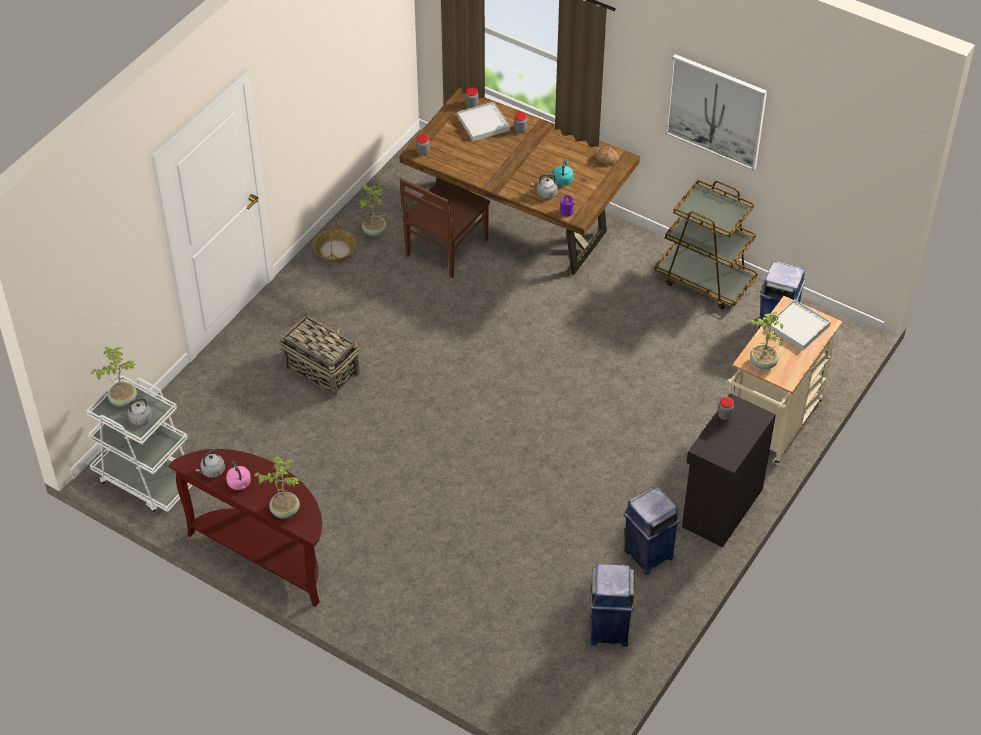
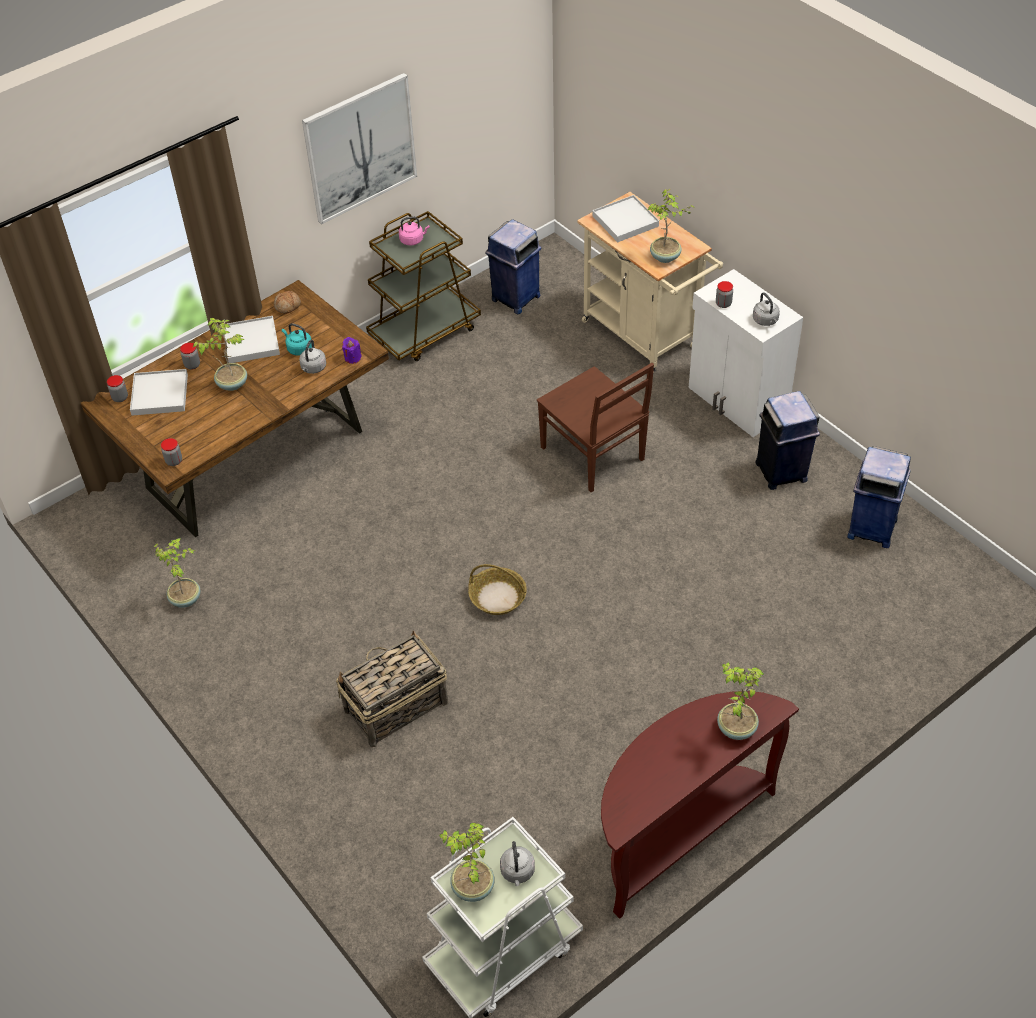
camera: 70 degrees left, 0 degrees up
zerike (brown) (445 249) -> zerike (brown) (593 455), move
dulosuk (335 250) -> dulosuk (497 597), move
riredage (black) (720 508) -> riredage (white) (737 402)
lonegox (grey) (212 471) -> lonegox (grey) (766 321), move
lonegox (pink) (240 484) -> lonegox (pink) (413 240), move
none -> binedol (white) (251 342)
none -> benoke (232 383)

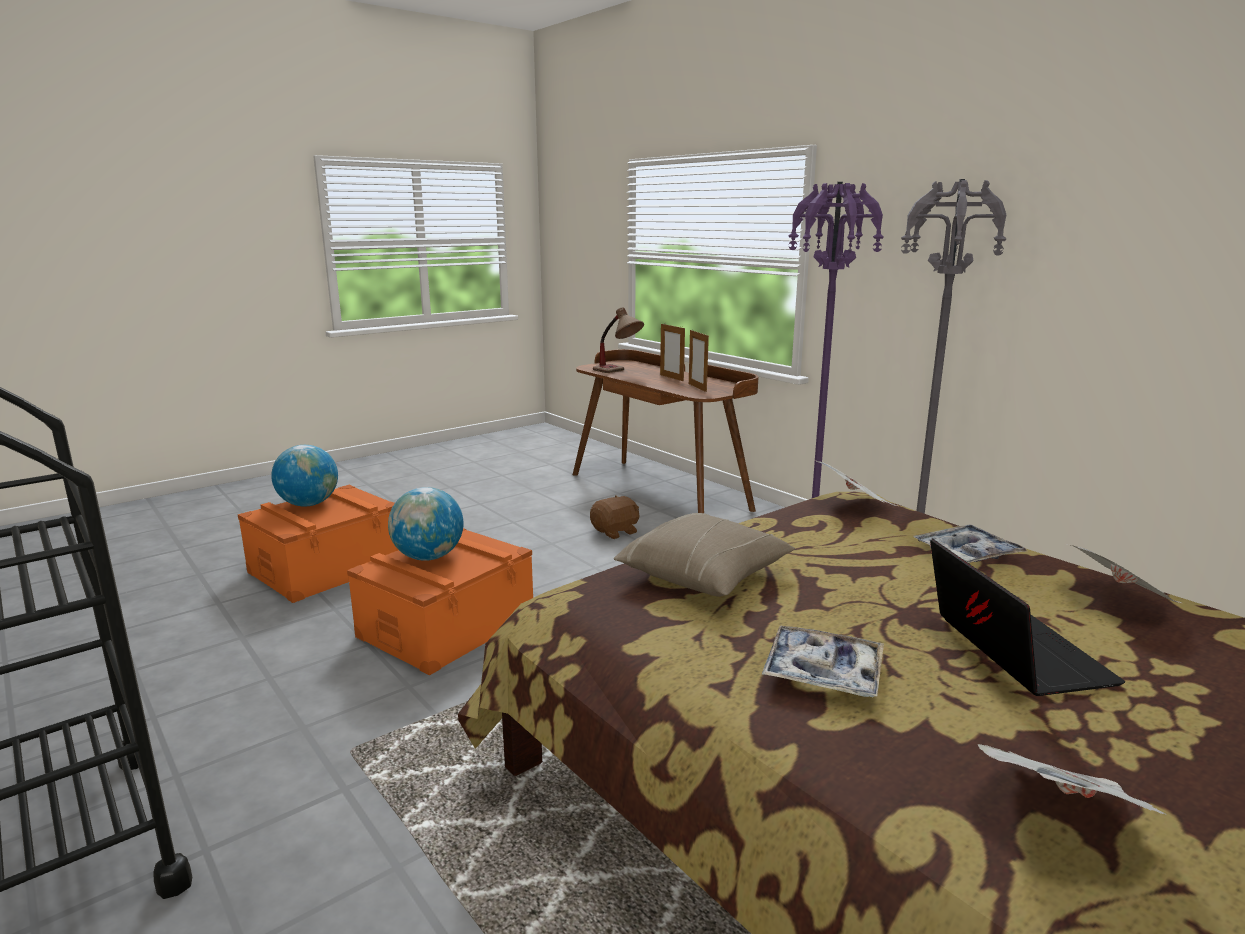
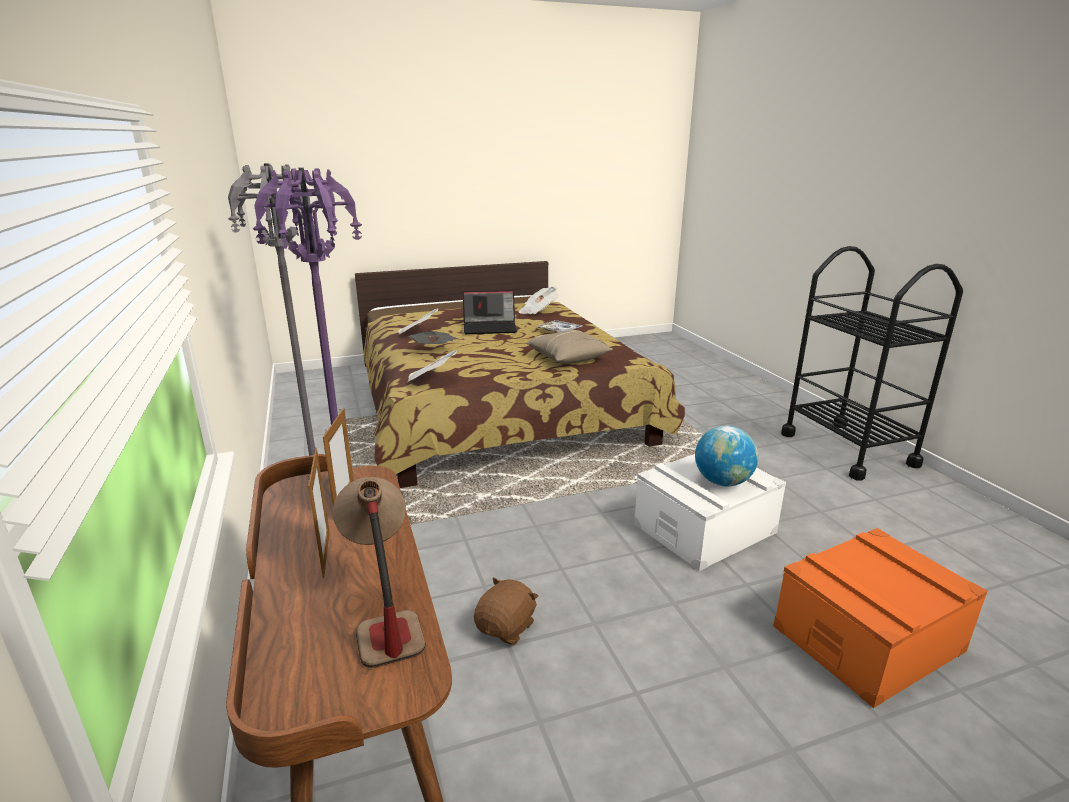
camera: 160 degrees left, 5 degrees up
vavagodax (309 504) -> none
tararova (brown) (615 532) -> tararova (brown) (506 628), 135 degrees clockwise
binedol (967 553) -> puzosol (433 350)
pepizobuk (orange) (447 626) -> pepizobuk (white) (704 528)
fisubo (1010 651) -> fisubo (490 328), 105 degrees counterclockwise

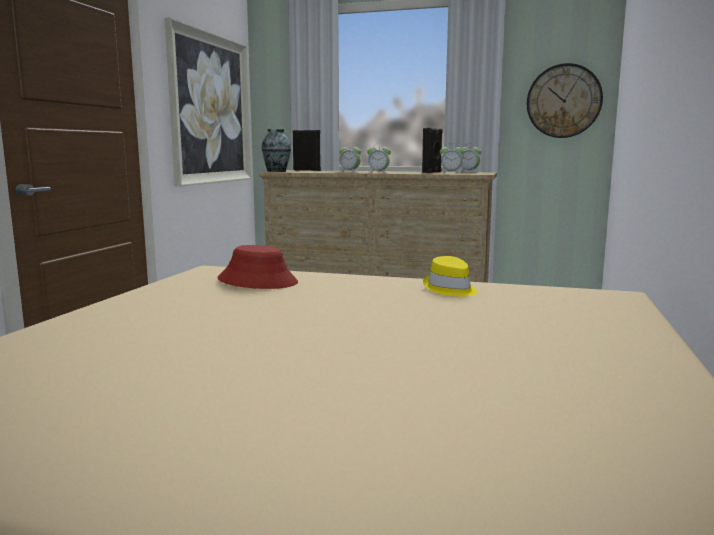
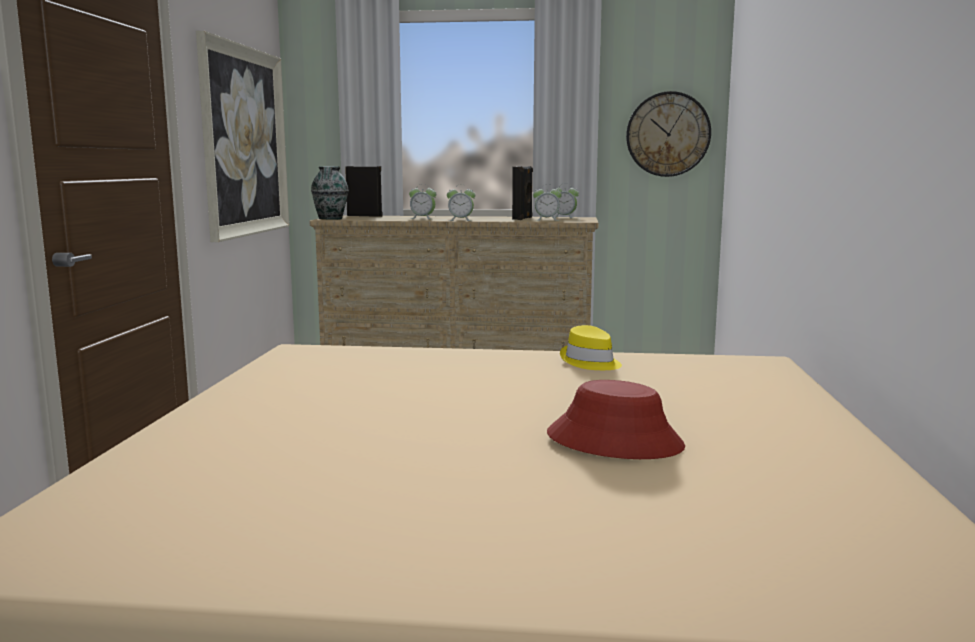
camera: 10 degrees left, 0 degrees up
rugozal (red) (258 281) -> rugozal (red) (614 441), move

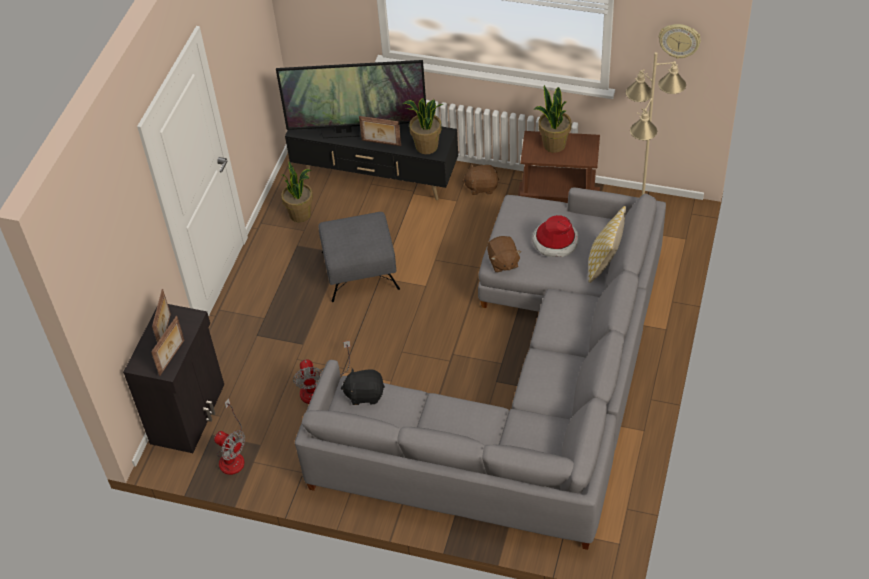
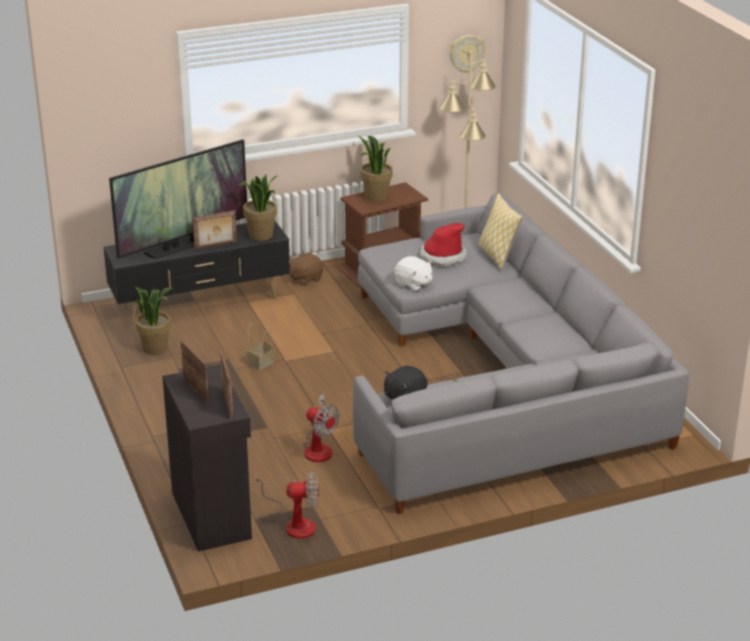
camera: 40 degrees left, 20 degrees down
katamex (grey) (361 270) -> dulosuk (261 362)
tararova (brown) (503 262) -> tararova (white) (413 284)

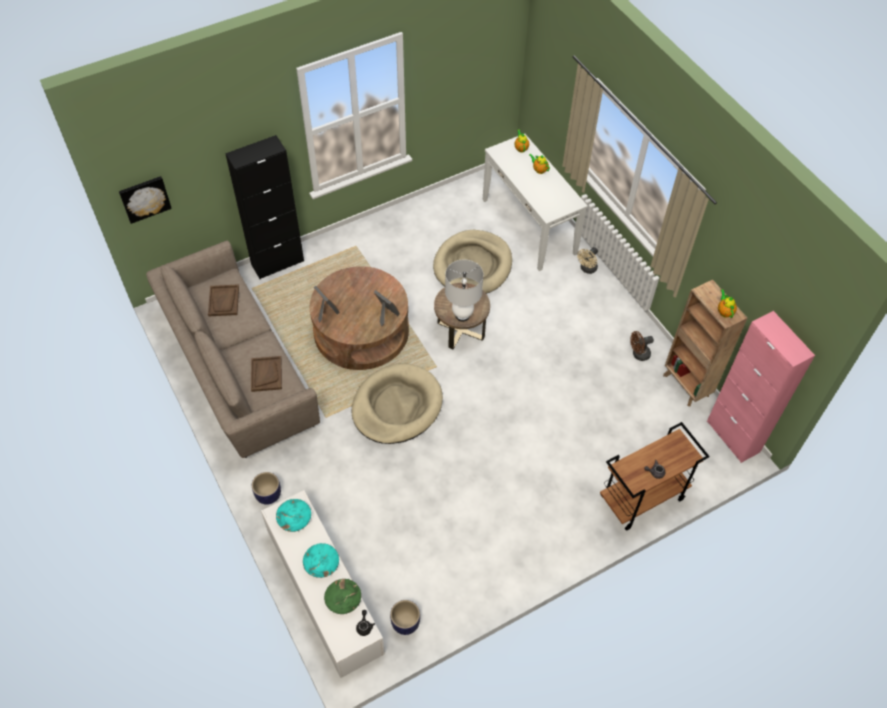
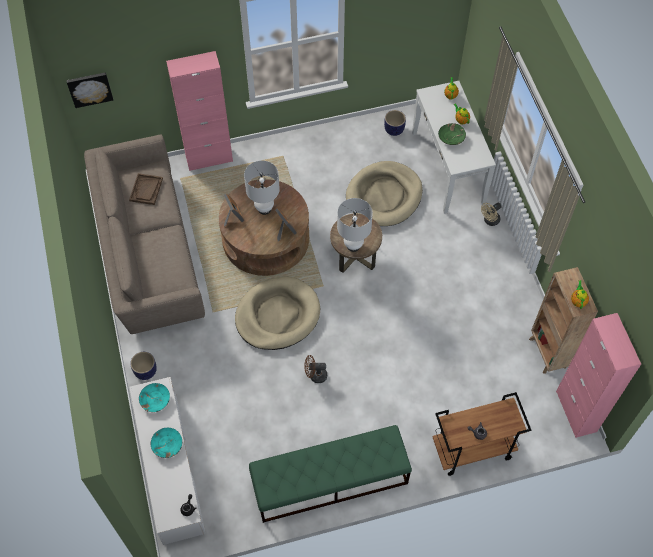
camera: 15 degrees right, 5 degrees up
riredage (black) (277 263) -> riredage (pink) (209 158)
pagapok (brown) (638 354) -> pagapok (brown) (315 375), move
binedol (brown) (266 374) -> none
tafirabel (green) (343 599) -> tafirabel (green) (451 138), move
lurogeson (406 623) -> lurogeson (394 130), move
none -> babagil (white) (264 209)
none -> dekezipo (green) (329 481)

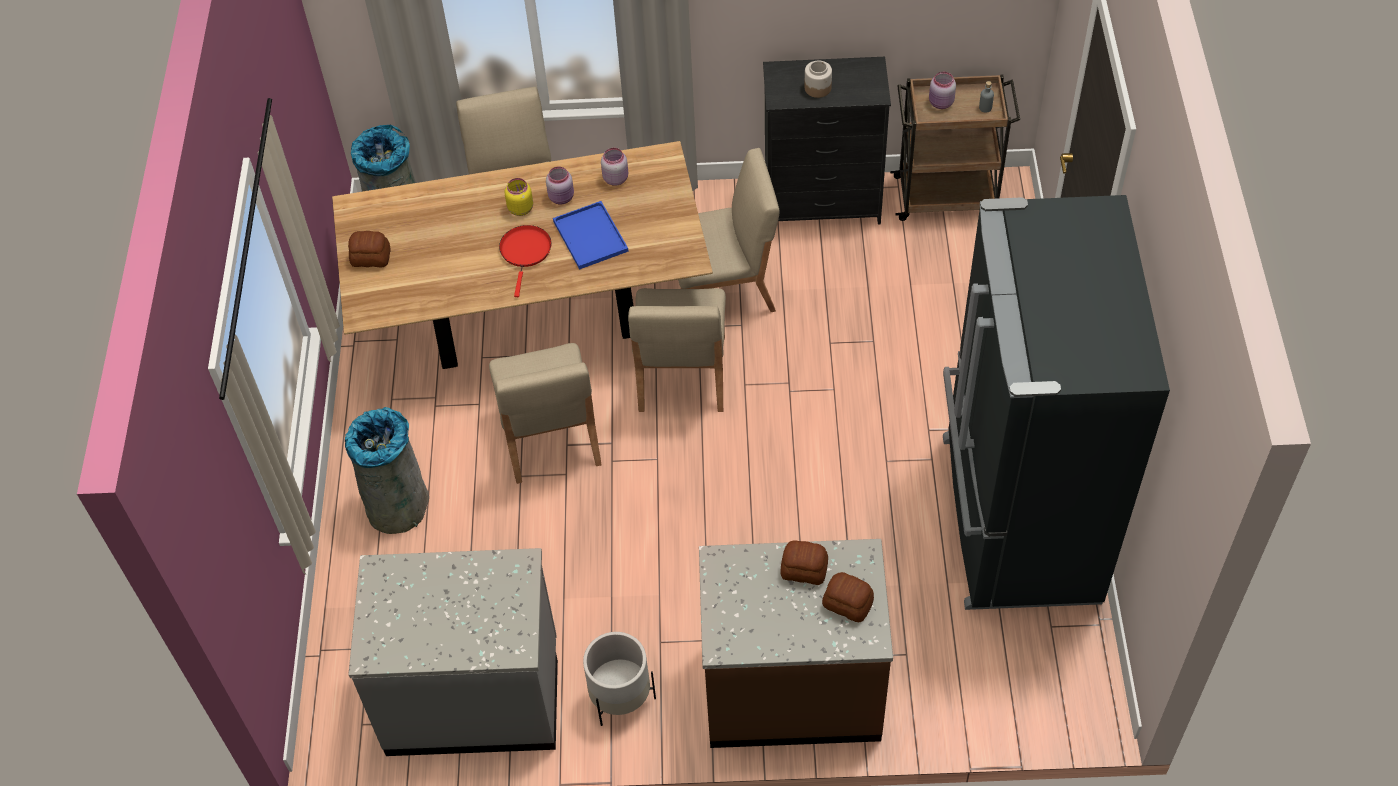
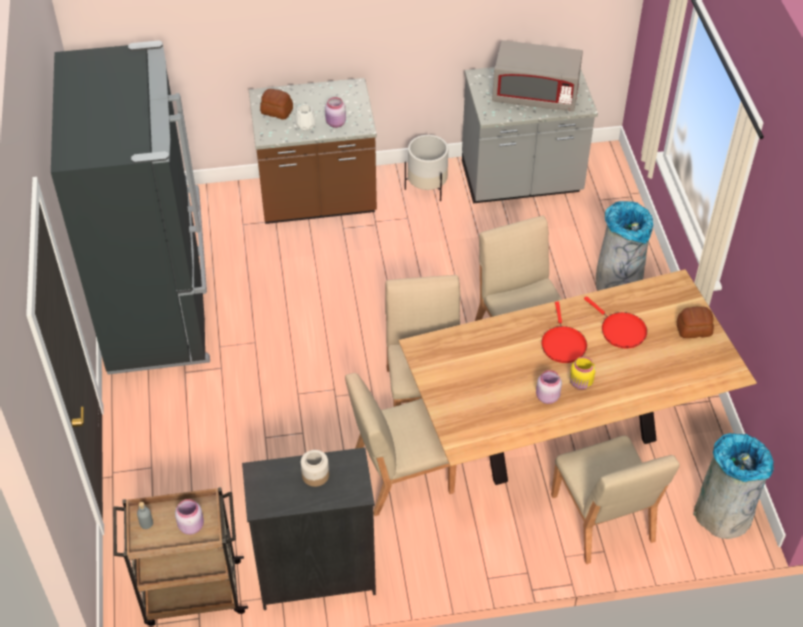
camera: 170 degrees right, 5 degrees down
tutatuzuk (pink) (615 178) -> tutatuzuk (pink) (336 123), move
binedol (blue) (592 237) -> none
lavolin (804 570) -> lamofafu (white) (305 125)
none -> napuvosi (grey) (535 96)
none -> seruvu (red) (620 330)

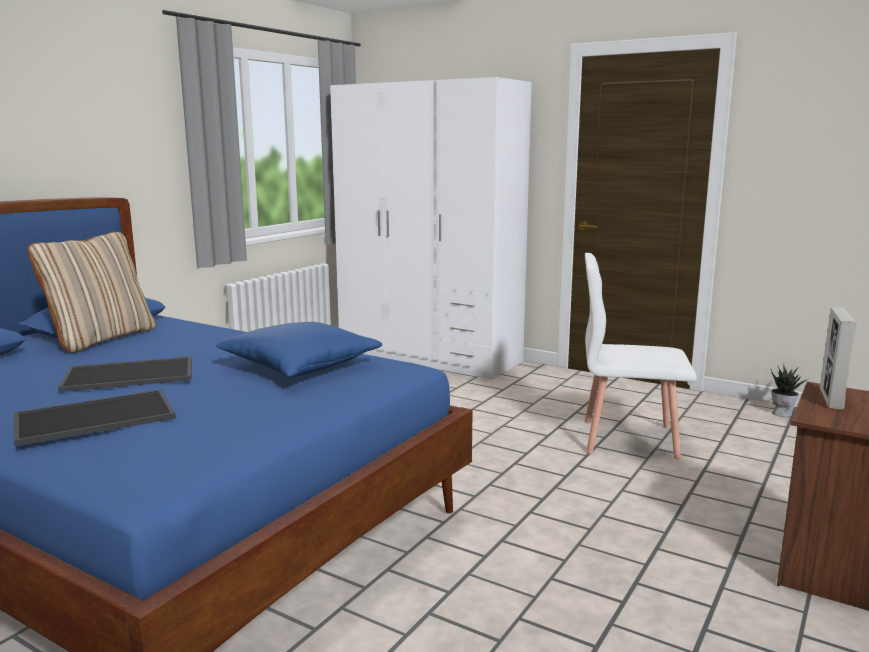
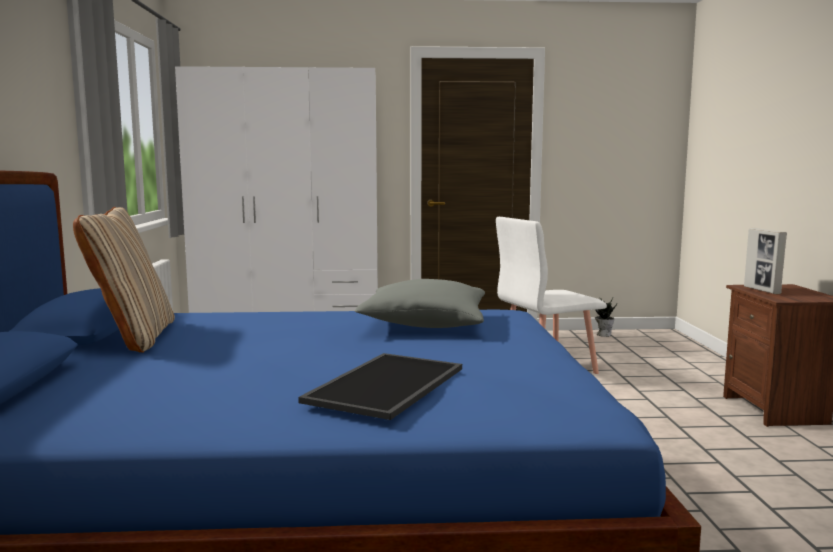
camera: 35 degrees left, 5 degrees down
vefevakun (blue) (300 367) -> vefevakun (grey) (424 324)
binedol (131 374) -> none

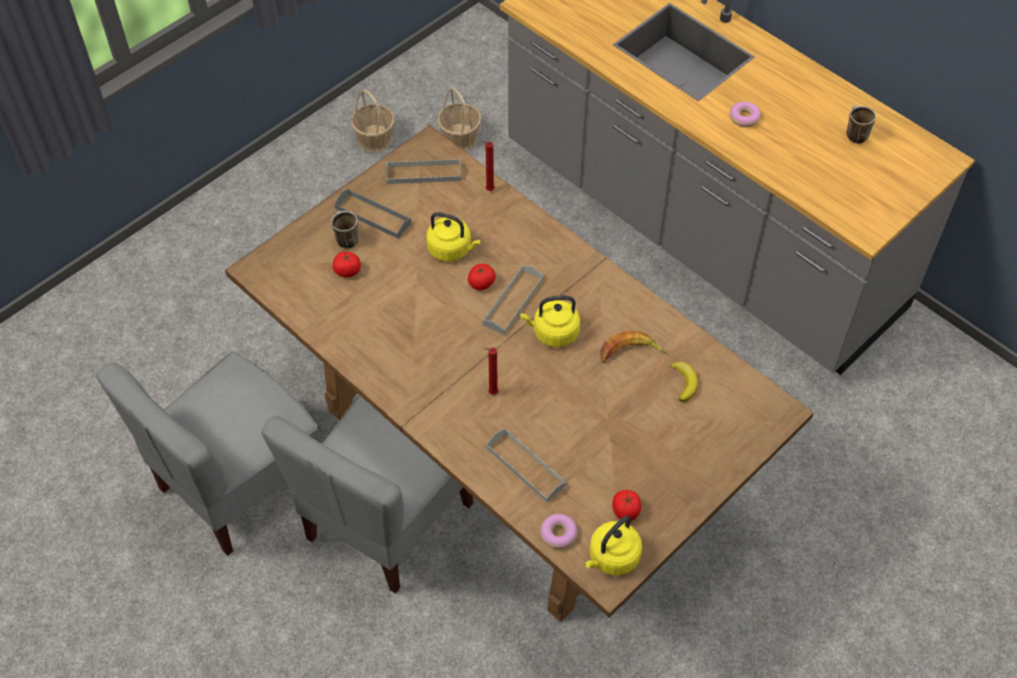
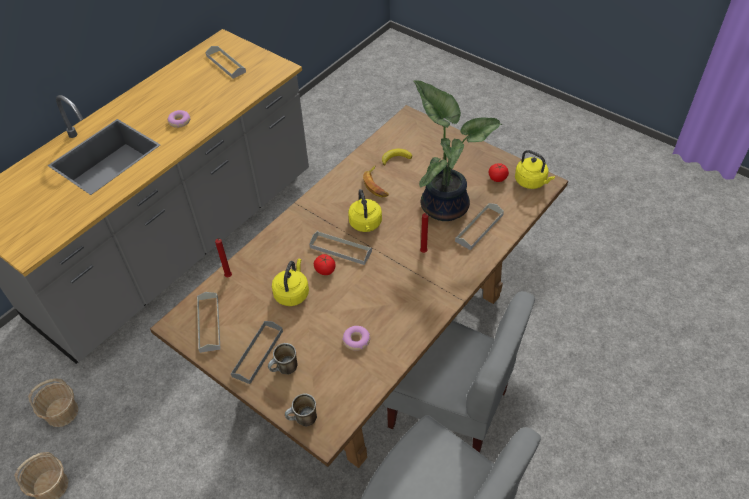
camera: 95 degrees left, 5 degrees down
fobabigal (854 134) -> fobabigal (303 420), move
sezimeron (347 271) -> none
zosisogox (558 534) -> zosisogox (356 340), move
none -> binedol (grey) (226 64)
none -> benoke (445 204)

